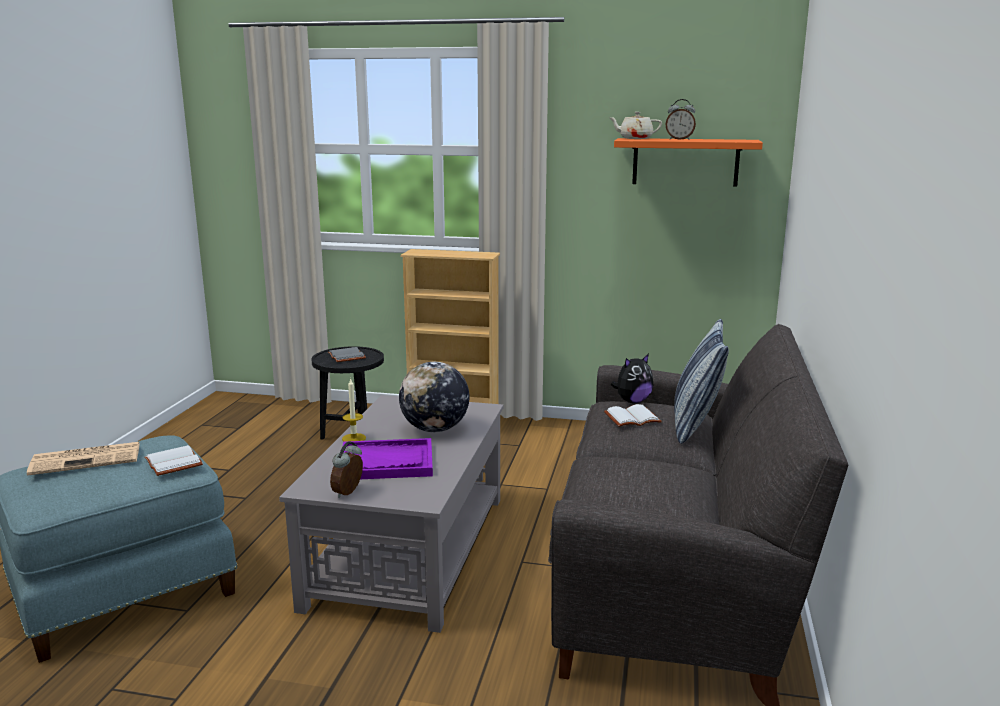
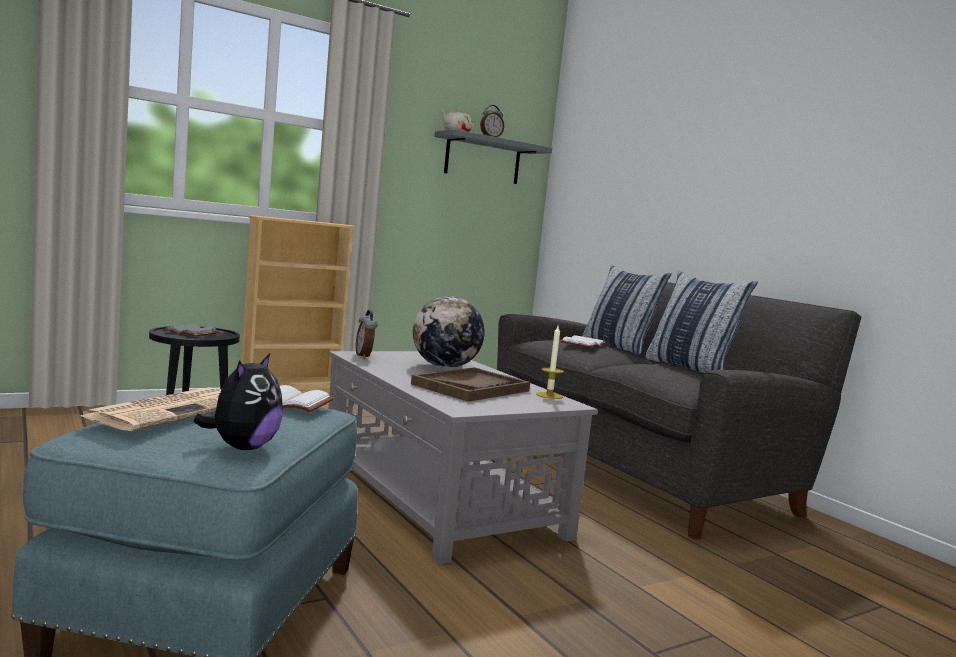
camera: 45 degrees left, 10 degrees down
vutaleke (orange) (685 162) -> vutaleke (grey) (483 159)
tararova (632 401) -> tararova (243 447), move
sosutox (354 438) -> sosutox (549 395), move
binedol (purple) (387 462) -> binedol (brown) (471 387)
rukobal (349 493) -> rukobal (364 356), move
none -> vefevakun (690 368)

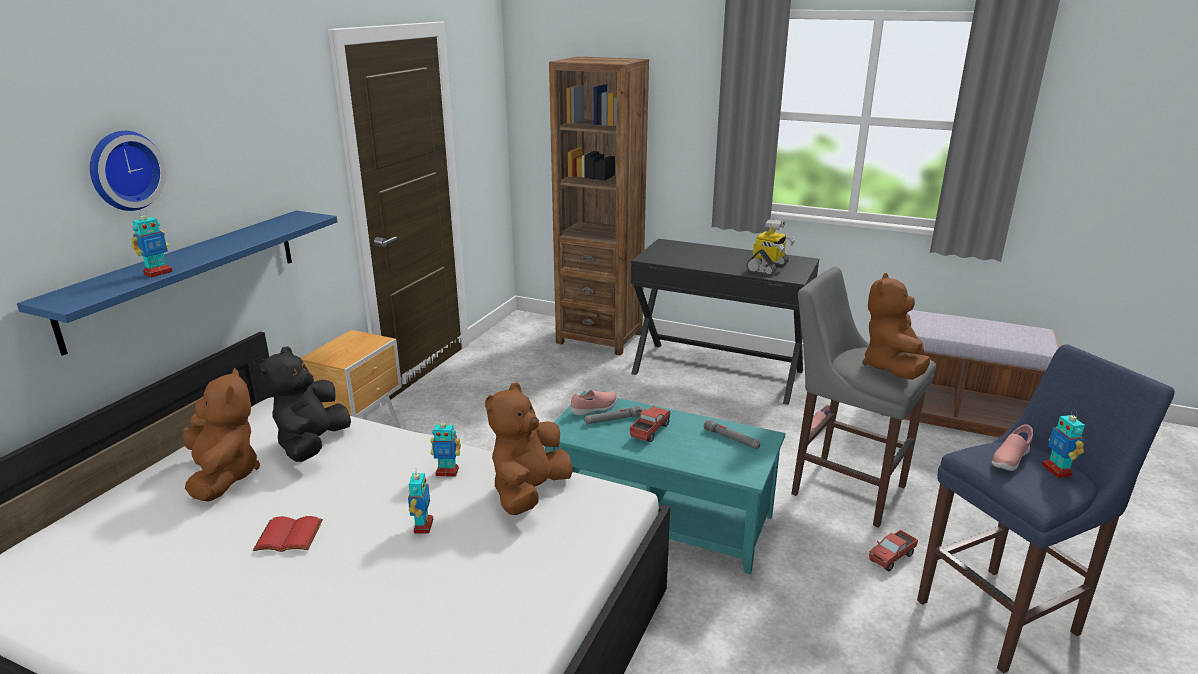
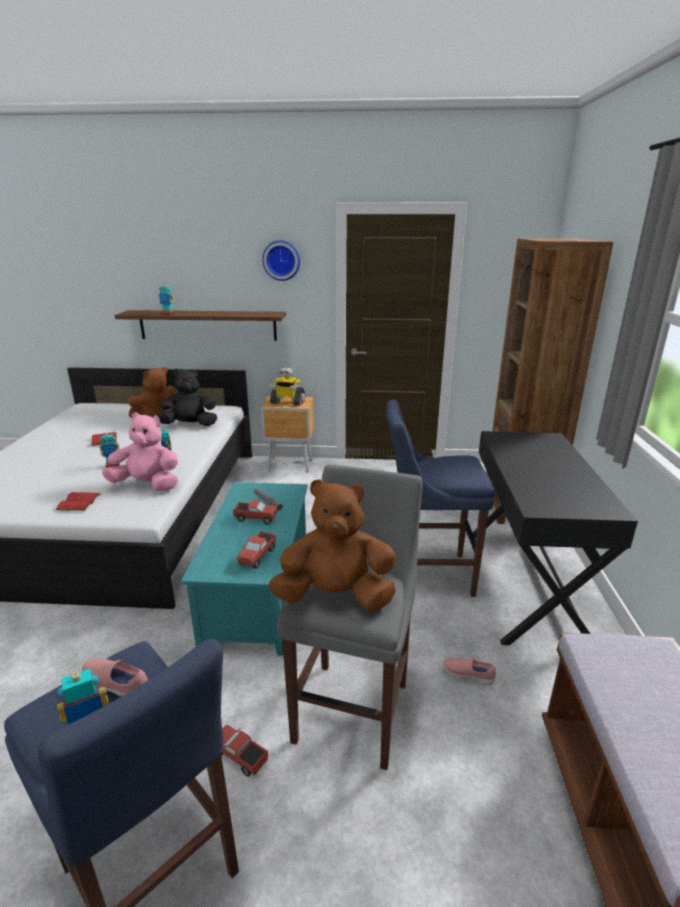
camera: 70 degrees right, 0 degrees up
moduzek (123 170) -> moduzek (281 260), move
vutaleke (blue) (186 275) -> vutaleke (brown) (207 325)
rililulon (768 268) -> rililulon (287 402), move
tararova (brown) (529 492) -> tararova (pink) (147 485)
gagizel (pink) (594 409) -> none
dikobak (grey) (731 439) -> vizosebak (257 556)
none -> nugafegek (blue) (427 573)
none -> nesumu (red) (79 503)

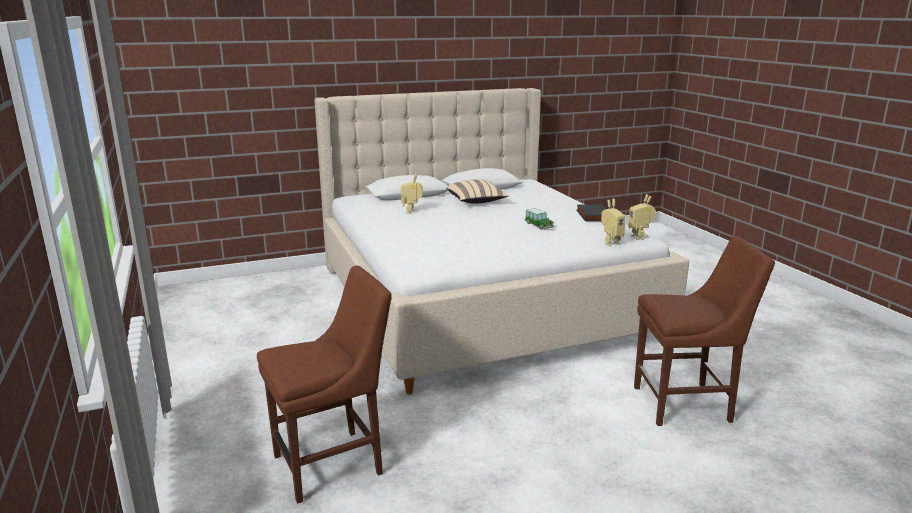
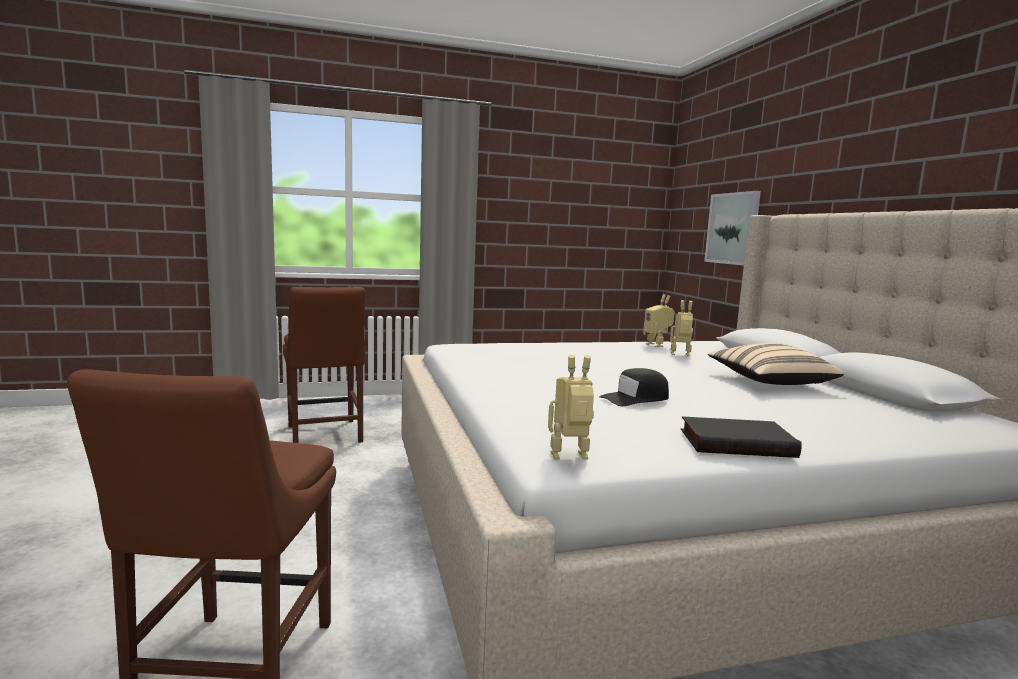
camera: 95 degrees right, 10 degrees down
rililulon (610 243) -> rililulon (657 345), move
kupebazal (539 225) -> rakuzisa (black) (635 398)
none -> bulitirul (733 228)

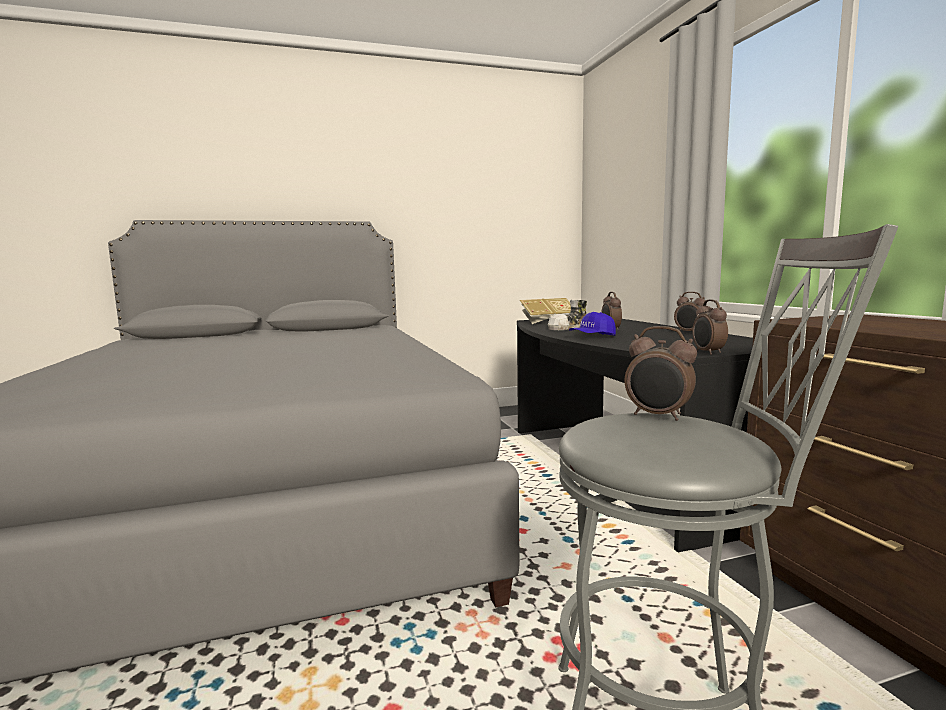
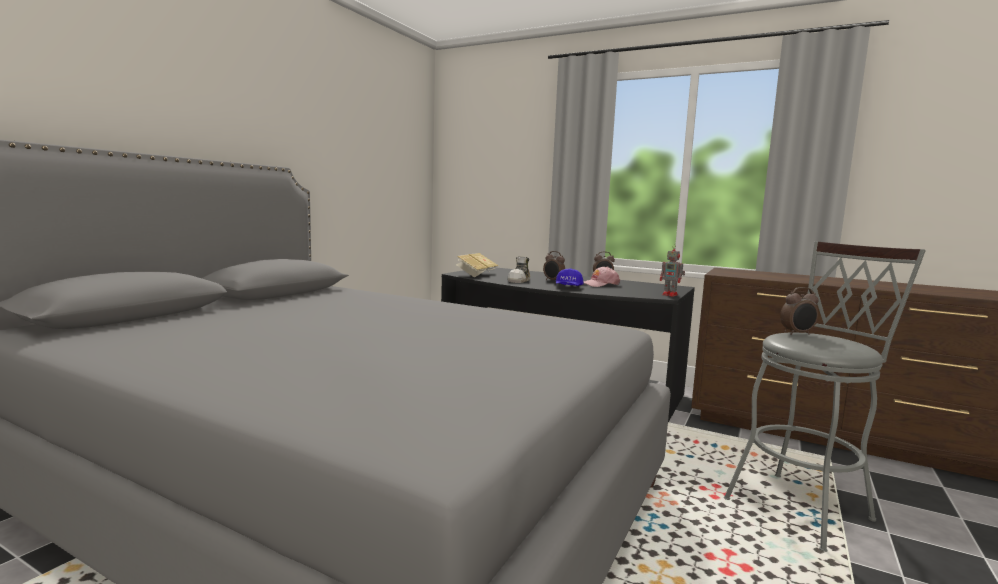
camera: 45 degrees left, 0 degrees up
rukobal (707 352) -> rililulon (670 295)
none -> rakuzisa (pink) (600 284)

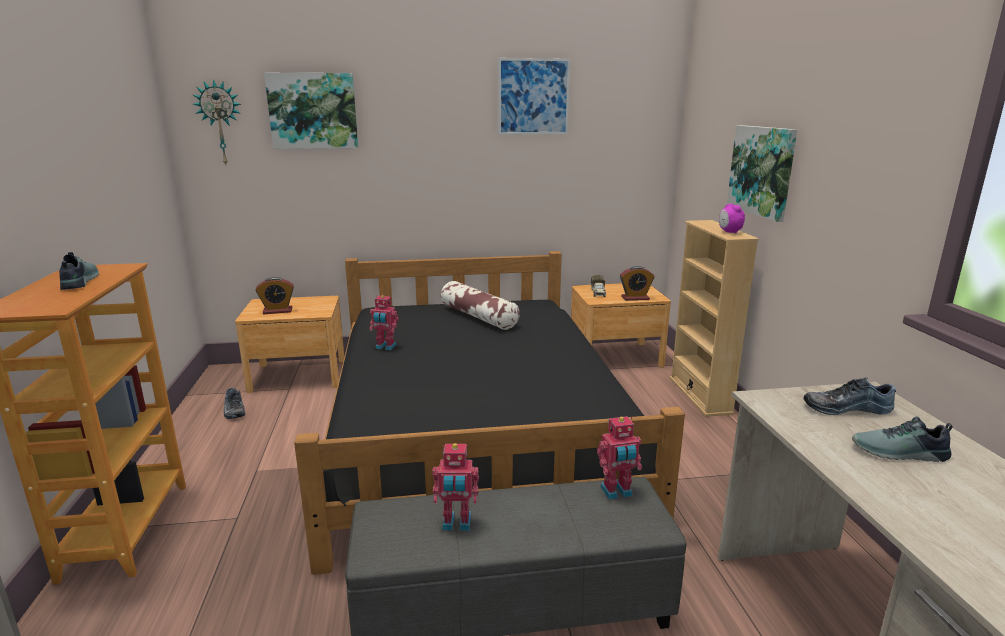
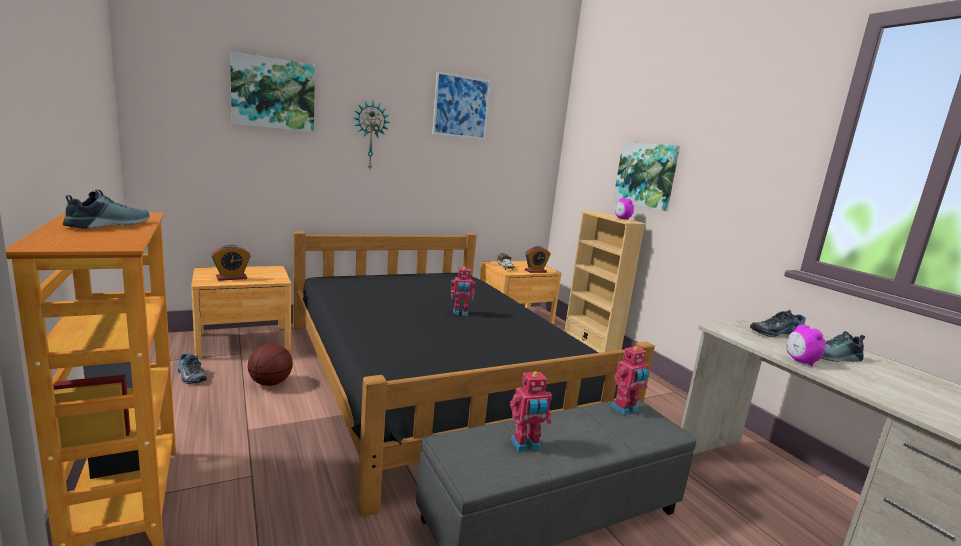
camera: 20 degrees left, 5 degrees down
moduzek (220 123) -> moduzek (370 135), move
gagizel (77 282) -> gagizel (107 224), 60 degrees clockwise
vefevakun (478 316) -> none
rililulon (385 347) -> rililulon (460 313), move
none -> rukobal (800 361)
none -> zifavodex (270 383)

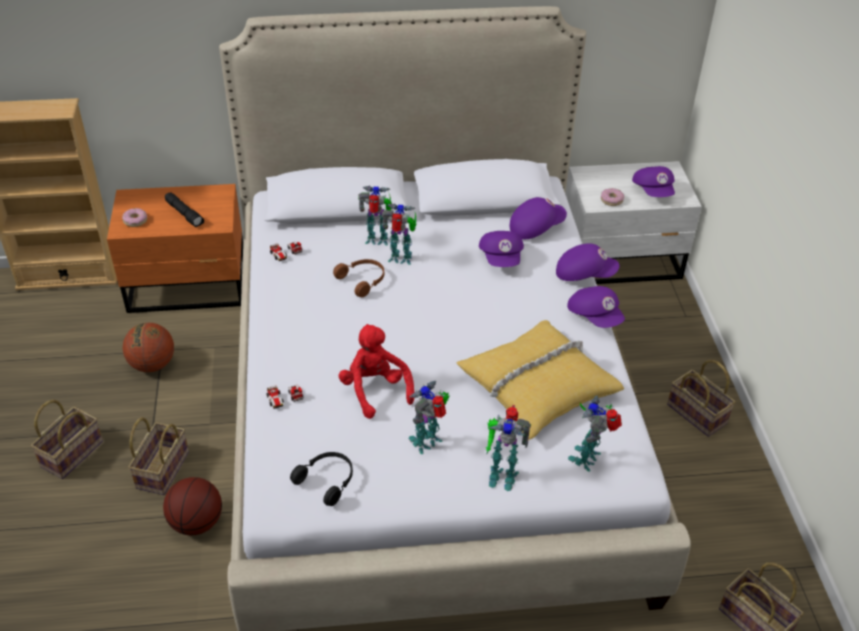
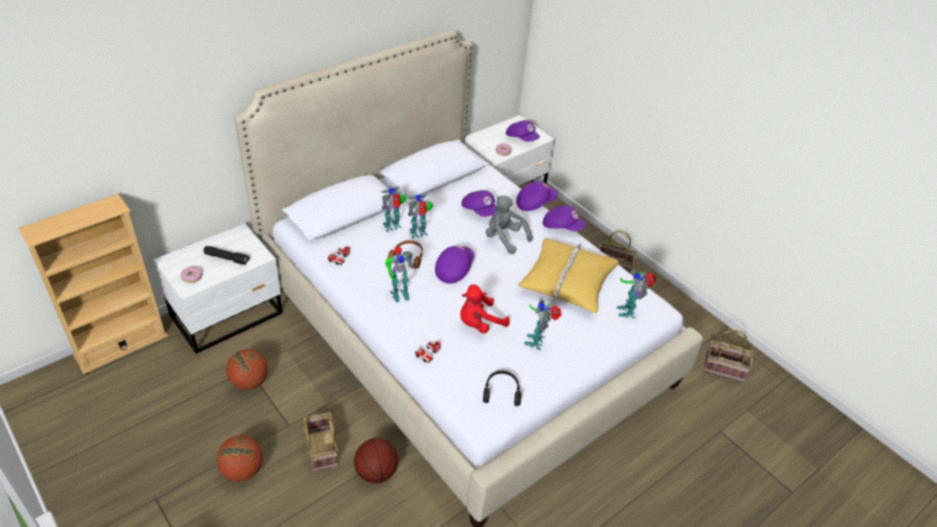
camera: 35 degrees left, 0 degrees up
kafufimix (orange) (189 286) -> kafufimix (white) (229 315)
rakuzisa (purple) (536 227) -> rakuzisa (purple) (454 269), move
tararova (red) (375 390) -> tararova (red) (479 323), 60 degrees counterclockwise
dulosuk (72 452) -> zifavodex (243 470)
rililulon (501 474) -> rililulon (398 293), move
none -> tararova (grey) (504 238)

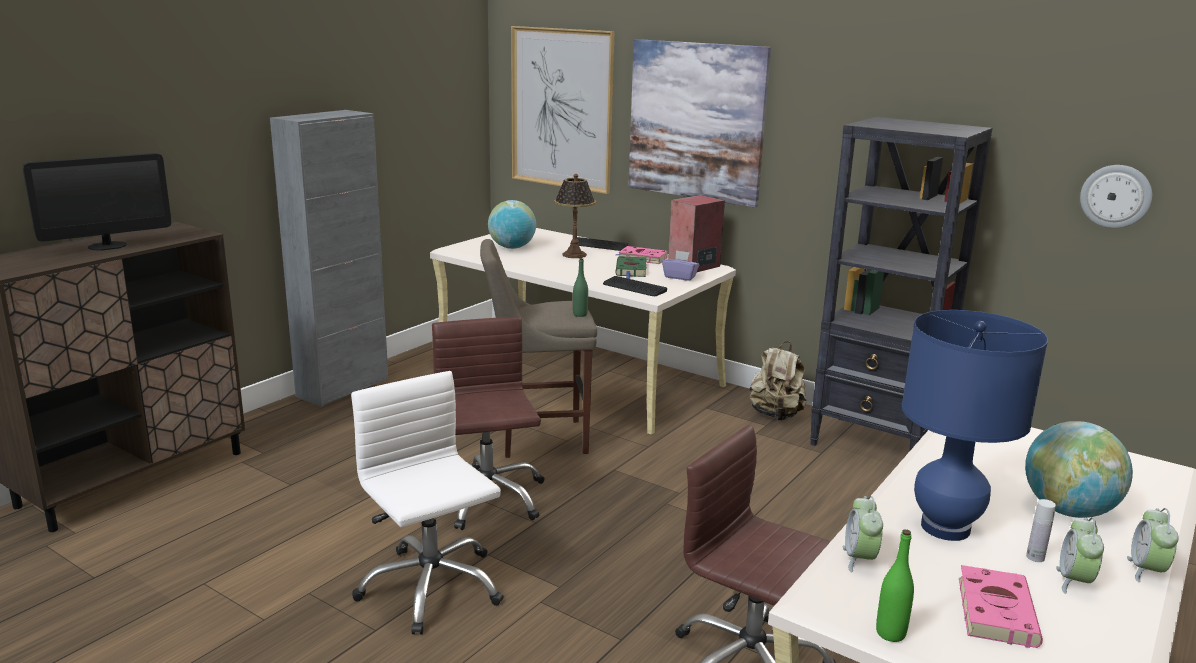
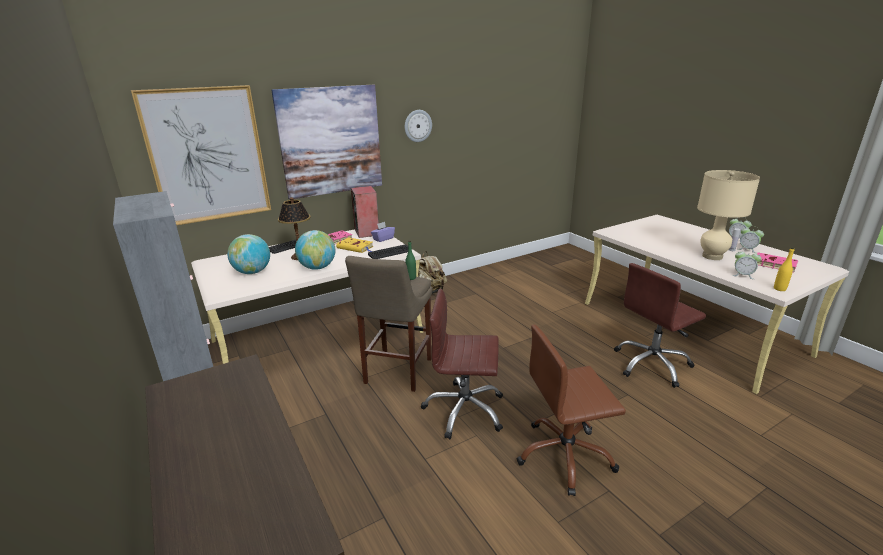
camera: 65 degrees left, 5 degrees up
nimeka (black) (875 445) -> none
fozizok (107 246) -> none
moduzek (1115 196) -> moduzek (417 126), move
nesumu (green) (631 270) -> nesumu (yellow) (356 247)
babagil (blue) (945 528) -> babagil (beige) (712 256)
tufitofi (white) (430 587) -> tufitofi (brown) (565 456)
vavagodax (1068 510) -> vavagodax (317 267), move
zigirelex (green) (890 633) -> none
none -> zigirelex (yellow) (779 289)

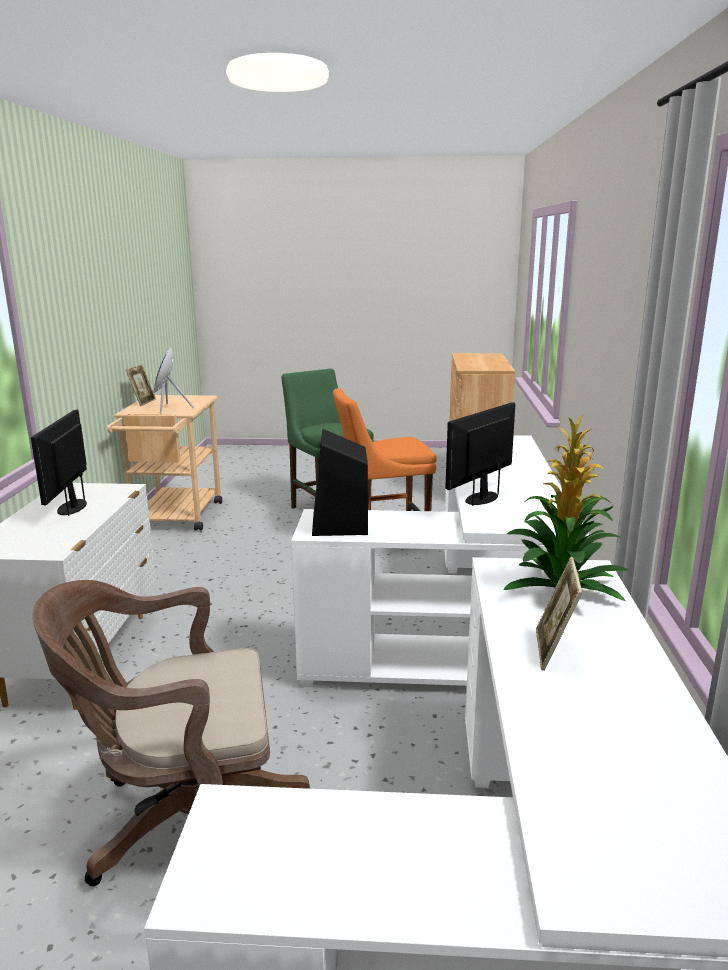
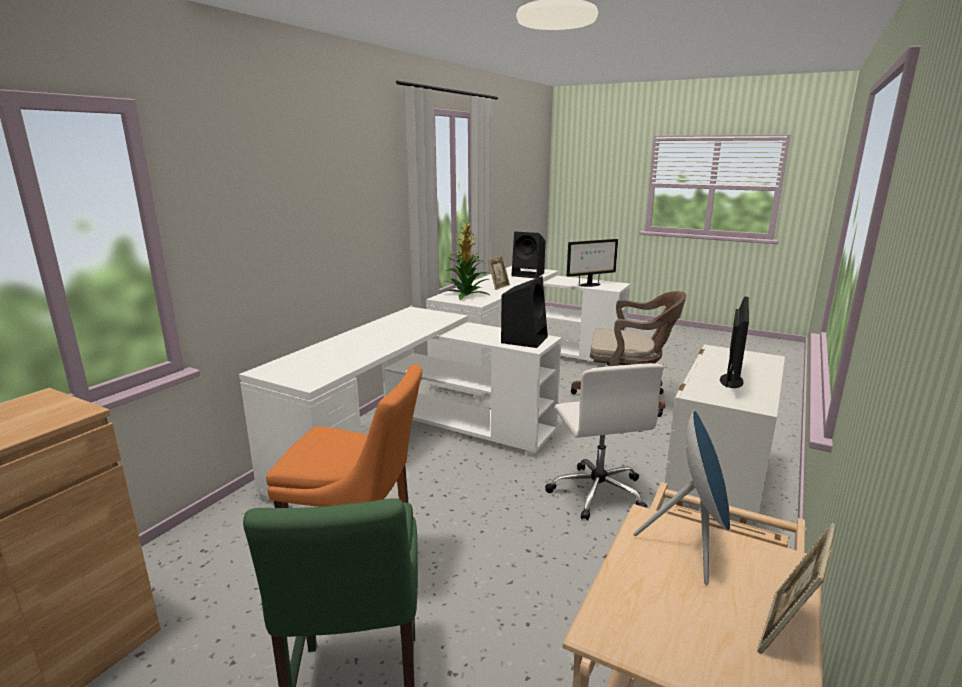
camera: 155 degrees left, 0 degrees up
fozizok (481 498) -> fozizok (589 285), move
none -> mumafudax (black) (529 274)
none -> tufitofi (white) (597 492)

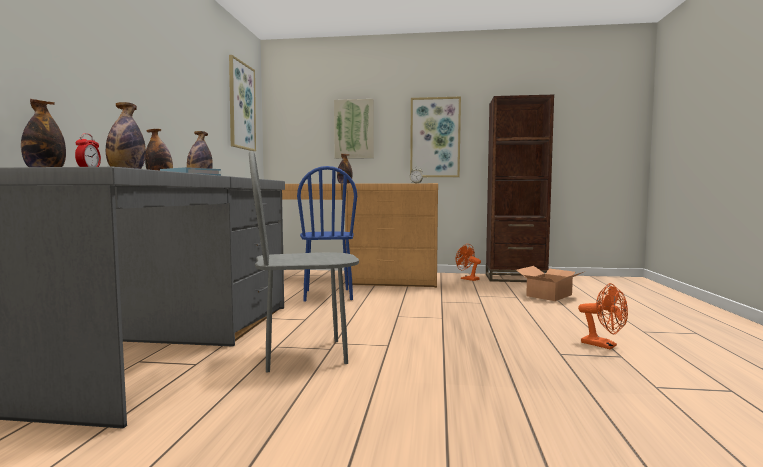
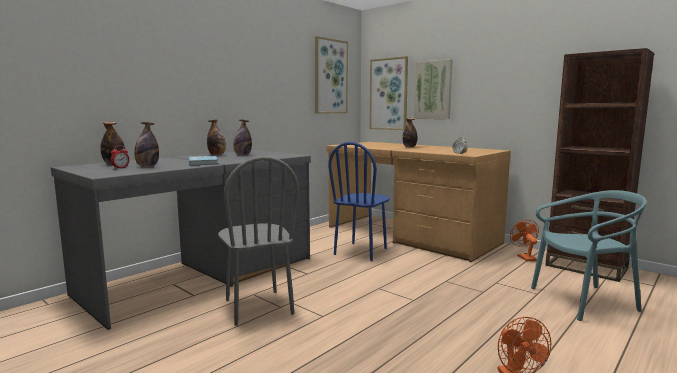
camera: 35 degrees right, 5 degrees up
bulitirul (435 137) -> bulitirul (388 94), move
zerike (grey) (305 354) -> zerike (grey) (258 307), 135 degrees counterclockwise
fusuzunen (550 295) -> zerike (turquoise) (584 301)

